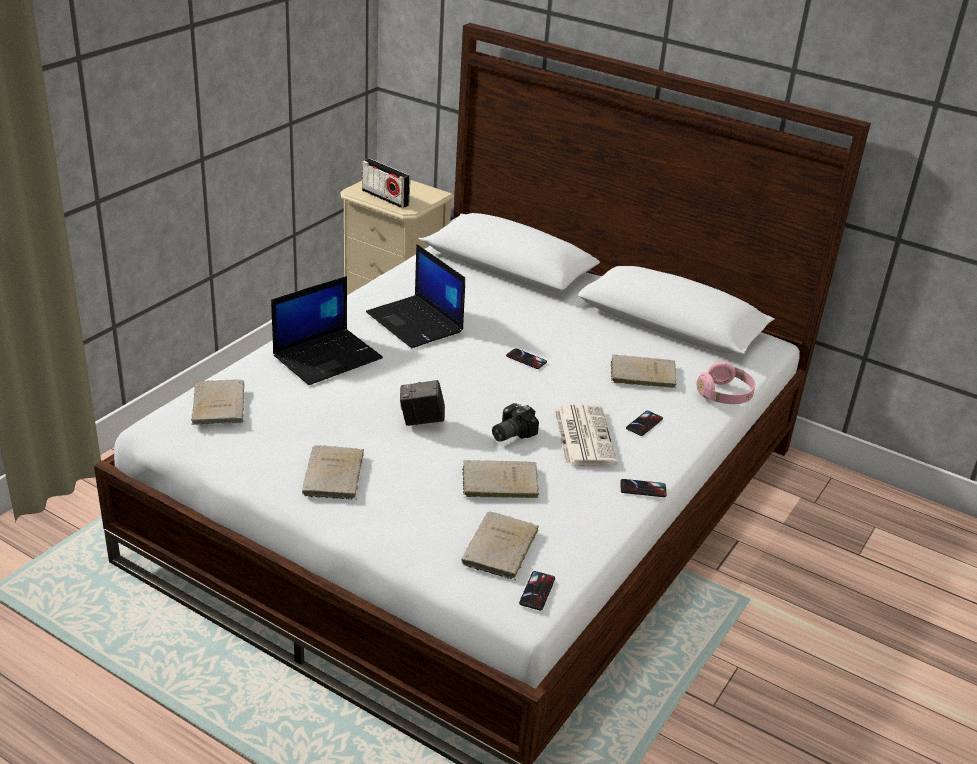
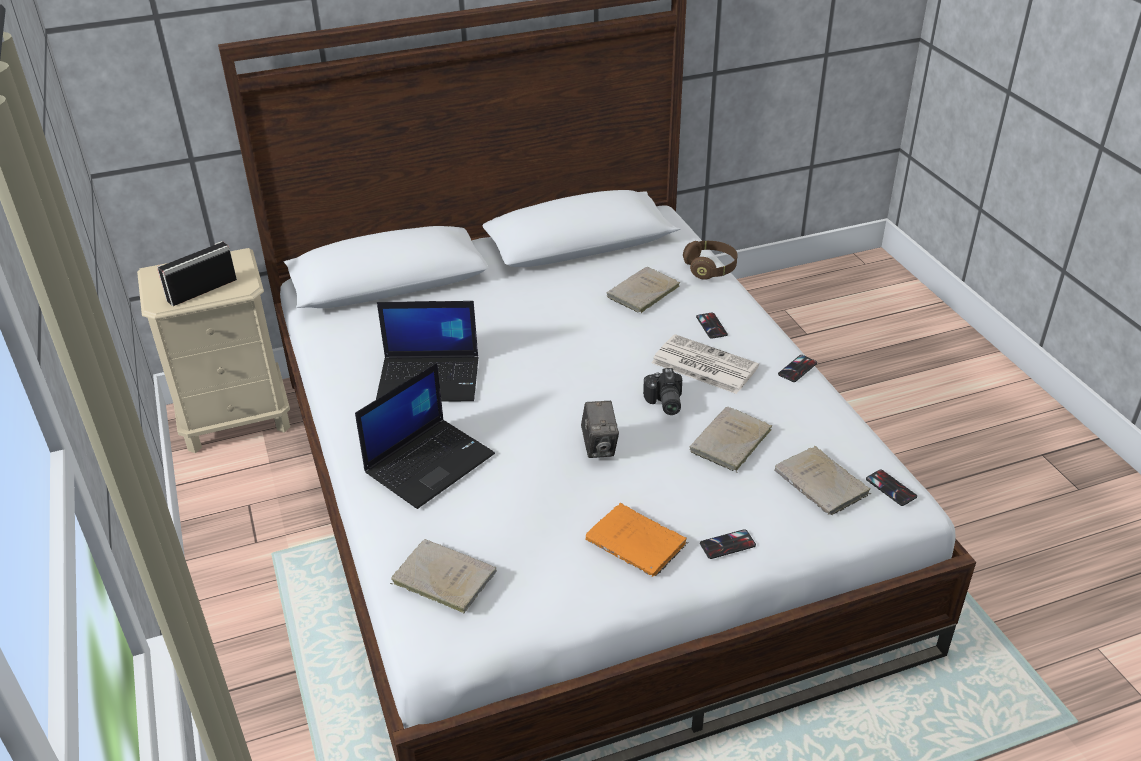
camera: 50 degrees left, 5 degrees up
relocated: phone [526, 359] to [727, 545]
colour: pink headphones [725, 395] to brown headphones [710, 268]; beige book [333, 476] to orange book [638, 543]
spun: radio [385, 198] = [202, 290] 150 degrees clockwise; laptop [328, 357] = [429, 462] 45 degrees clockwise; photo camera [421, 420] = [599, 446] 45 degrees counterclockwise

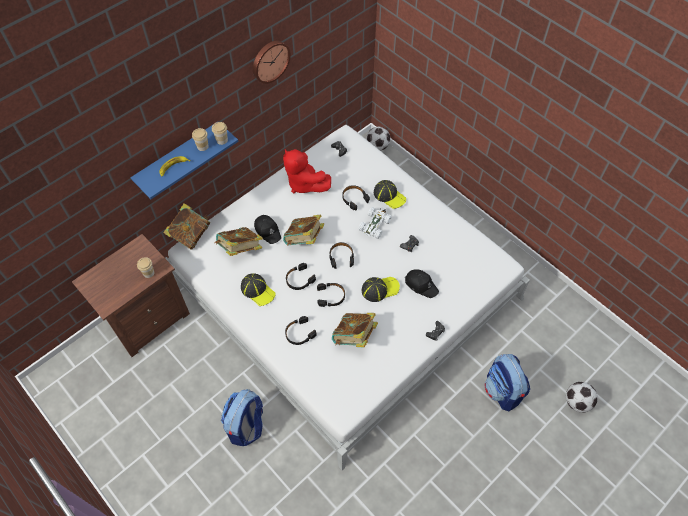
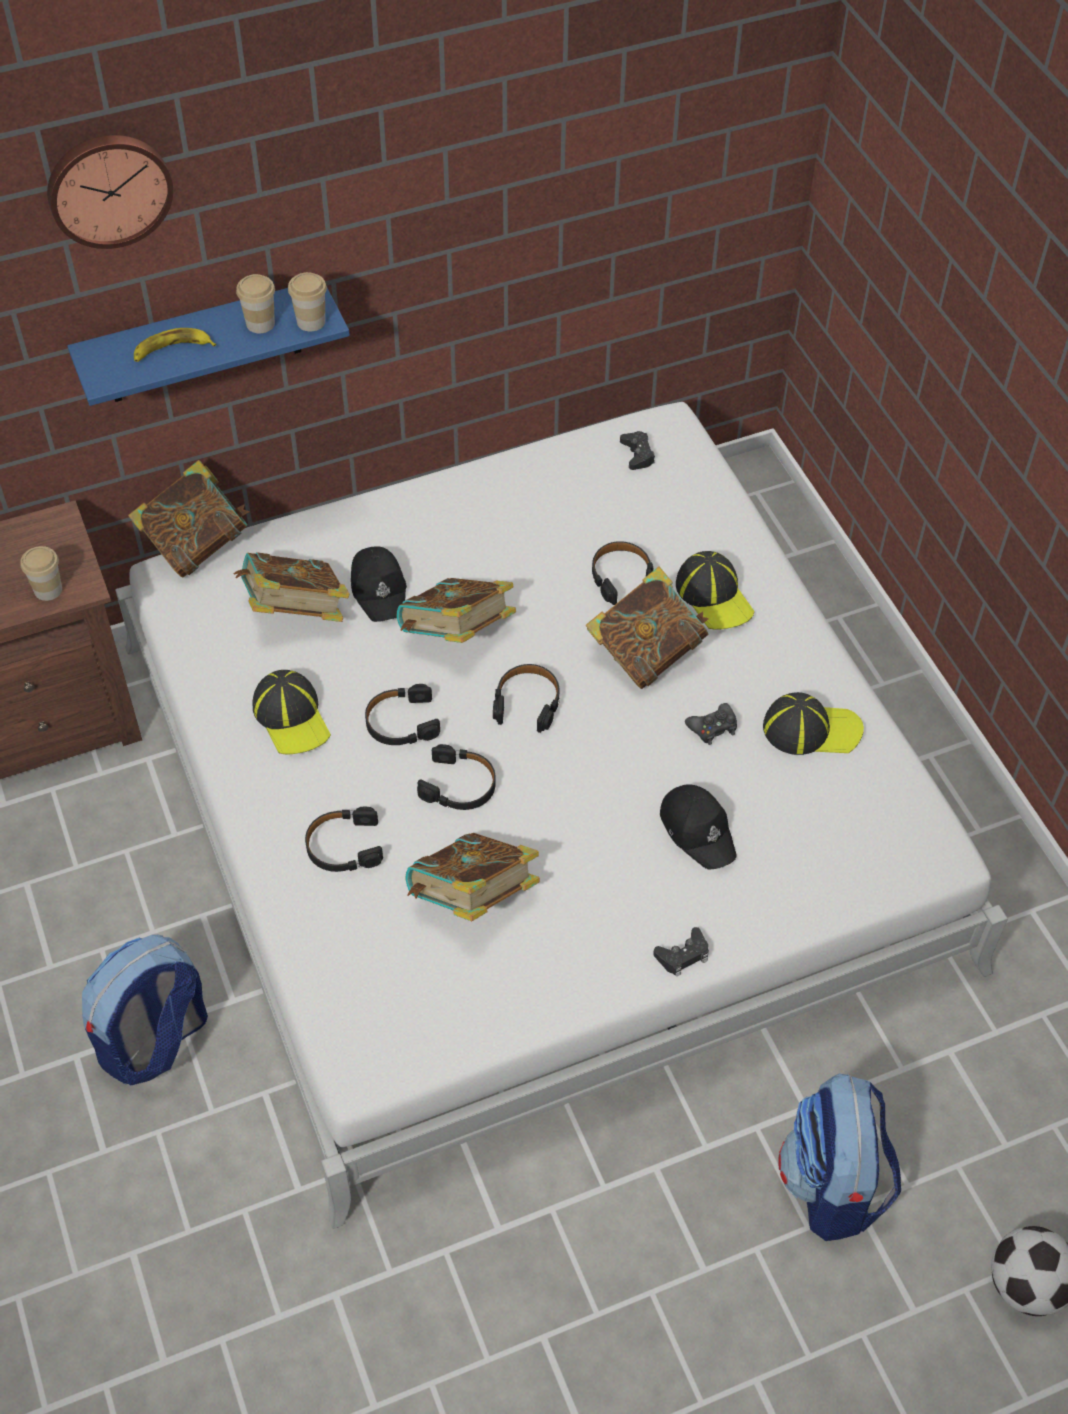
camera: 20 degrees right, 5 degrees down
missing: football [377, 146]; red plush toy [304, 183]
relocated: wall clock [270, 60] to [108, 188]; cap [380, 289] to [811, 729]
exchanged: white toy car [374, 224] to book [646, 653]

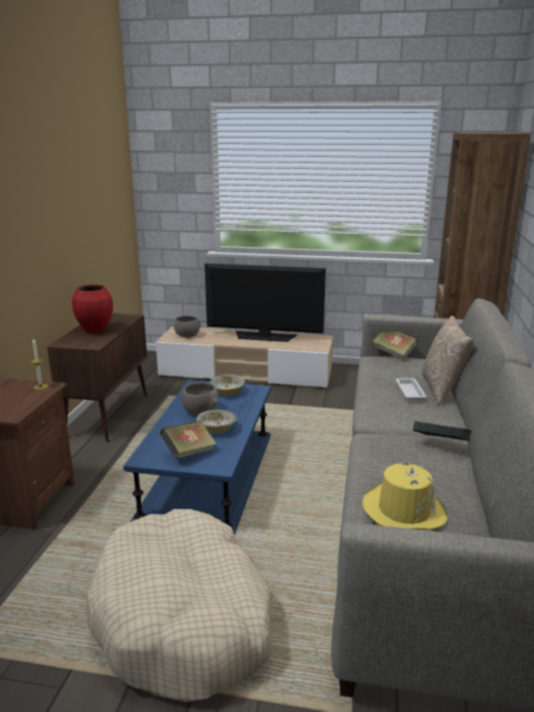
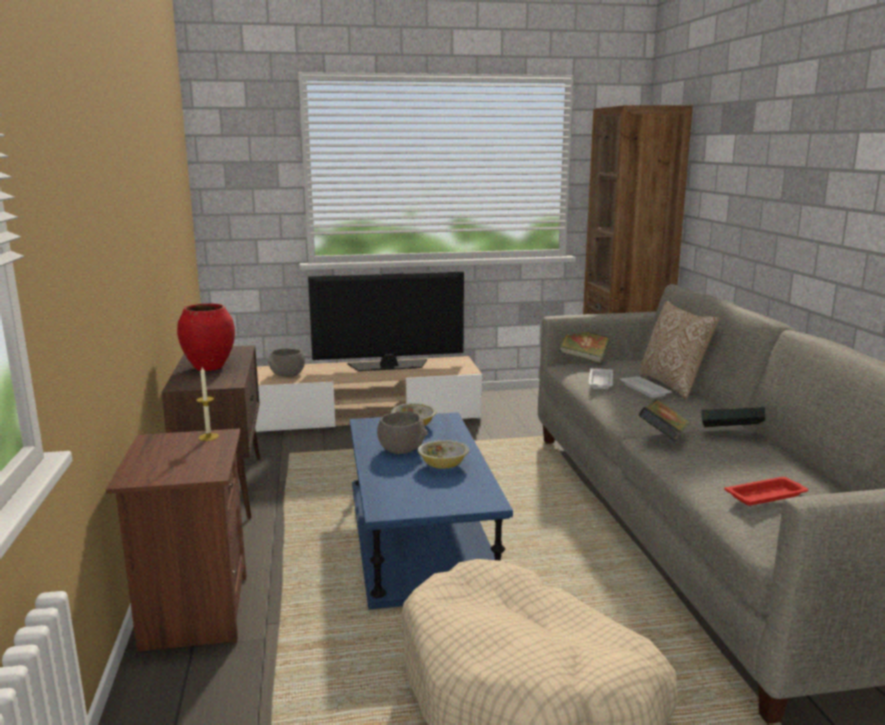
camera: 20 degrees left, 5 degrees down
appeared: white tray [600, 382]
relocated: book [189, 453] to [663, 438]
exchanged: yellow hat [403, 510] to red tray [767, 495]

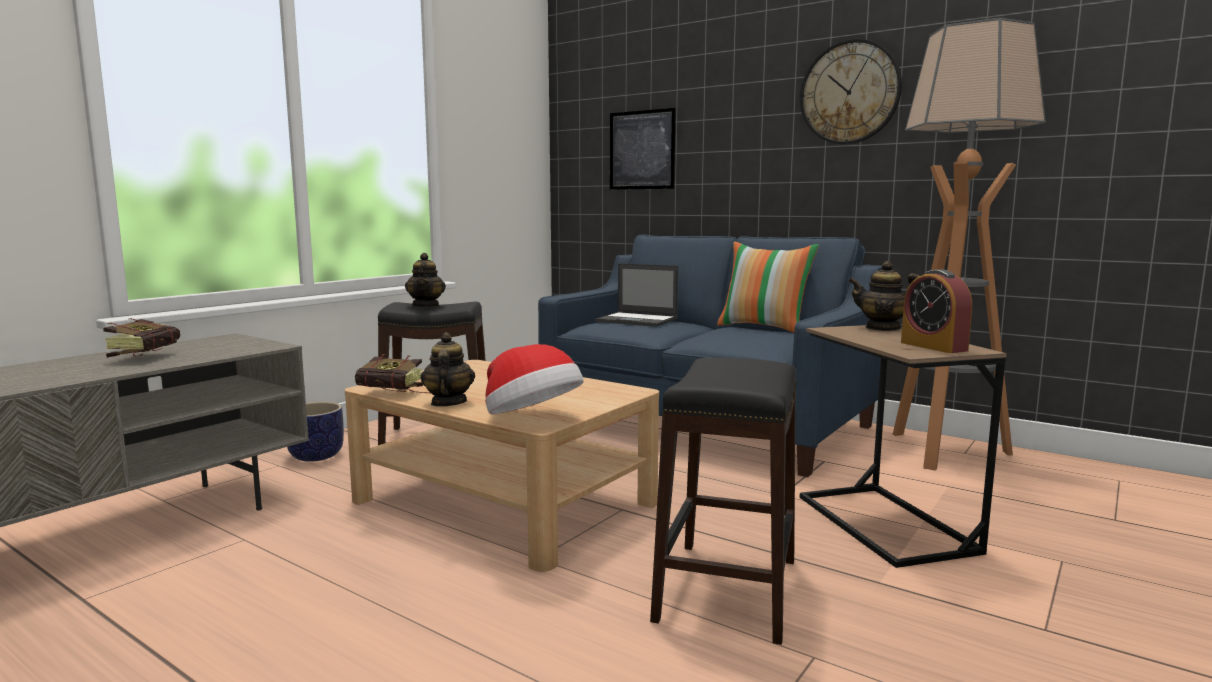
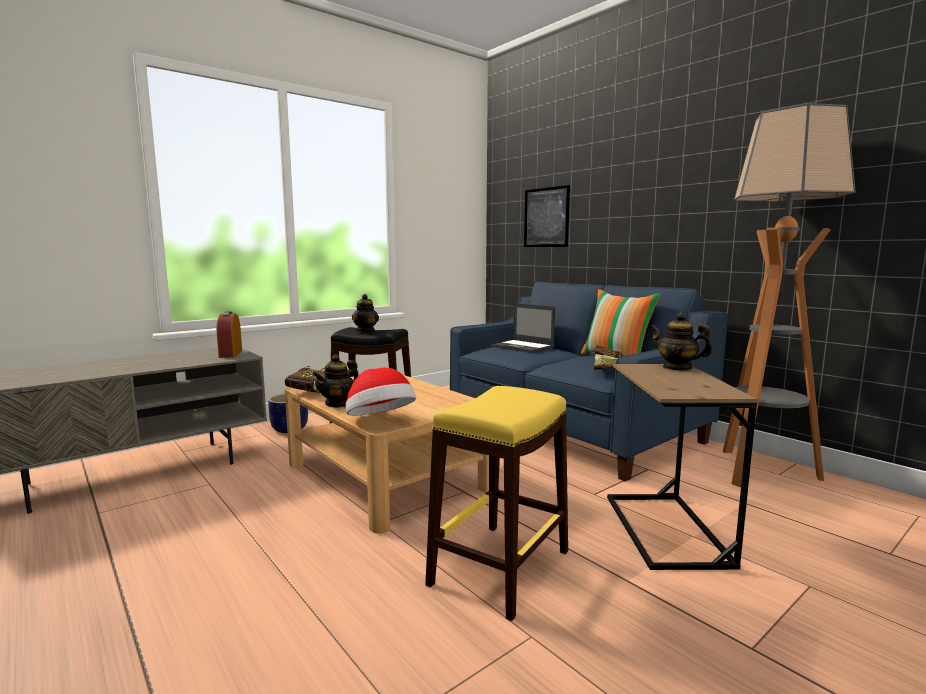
camera: 15 degrees right, 0 degrees up
missing: wall clock [849, 92]
relocated: alarm clock [933, 346] to [230, 354]; book [149, 356] to [607, 369]
colour: black stool [729, 589] to yellow stool [501, 567]
spun: teapot [448, 403] = [338, 404] 150 degrees counterclockwise

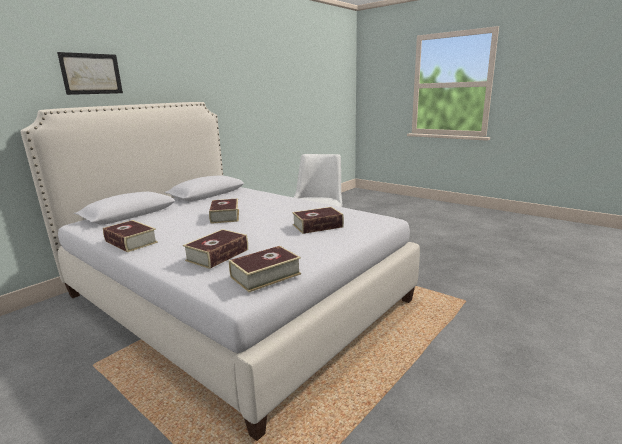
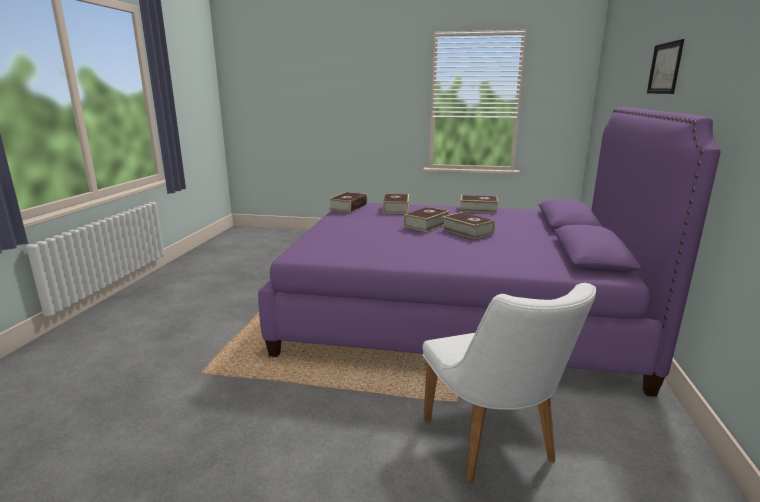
camera: 150 degrees right, 0 degrees up
relocated: book [317, 226] to [426, 225]
colour: white bed [233, 298] to purple bed [455, 315]

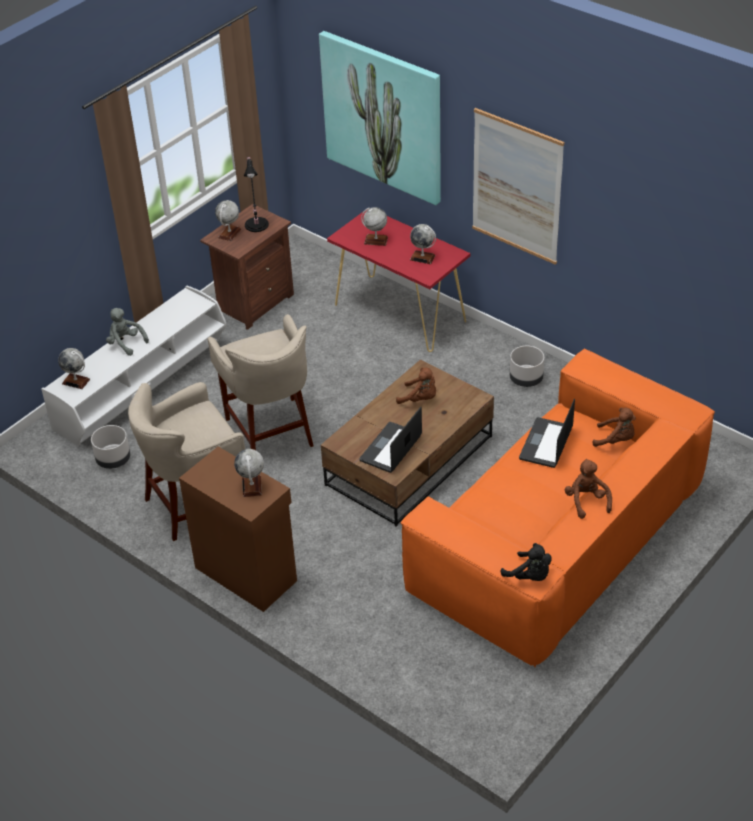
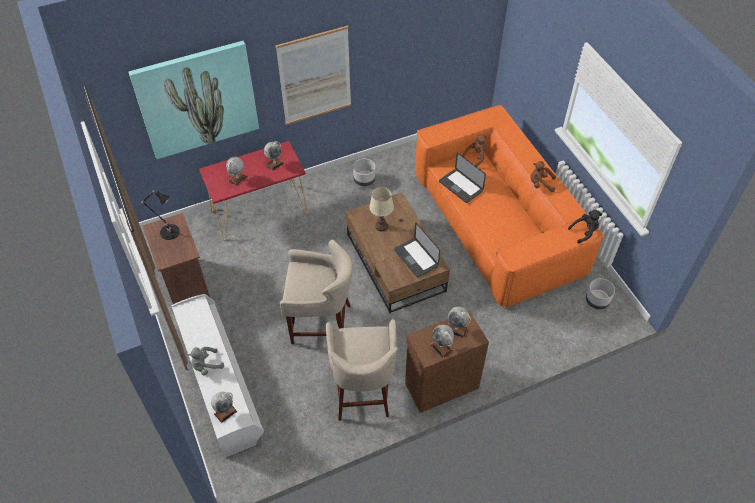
camera: 65 degrees left, 10 degrees up
relocated: globe [229, 233] to [441, 347]; grey planter [113, 460] to [597, 301]
exchanged: brown plush toy [420, 399] to beige table lamp [381, 226]

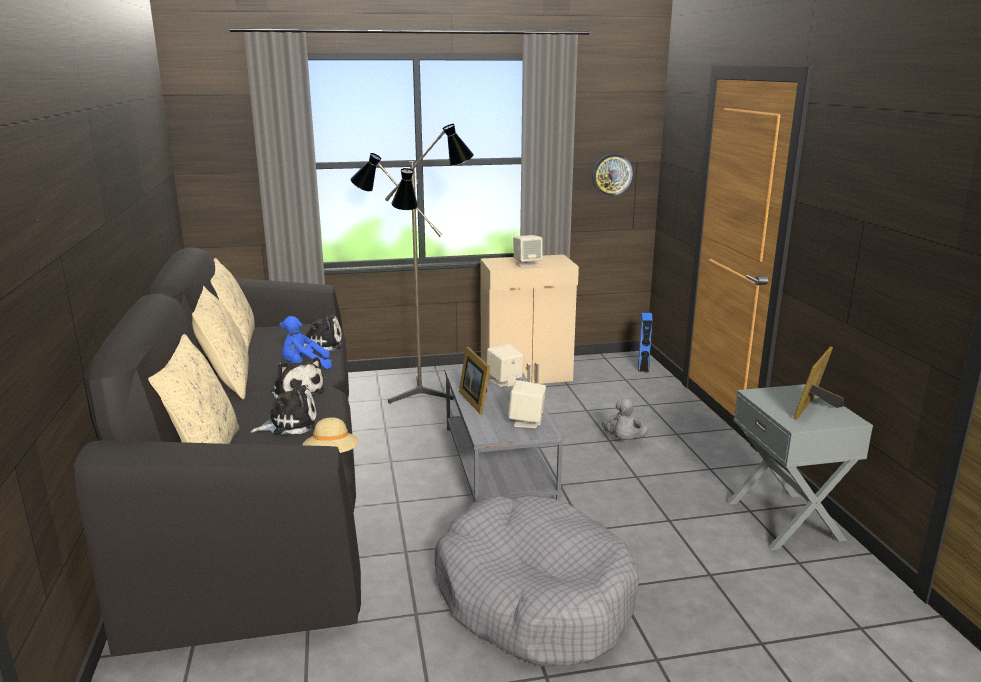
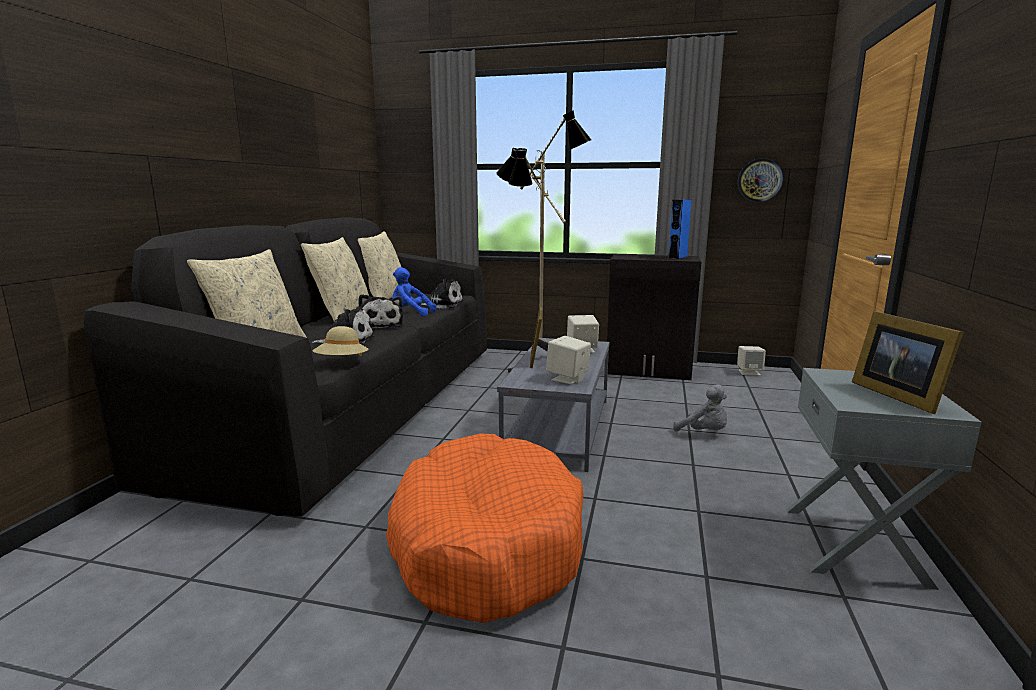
camera: 25 degrees right, 5 degrees down
relocated: beige speaker [527, 264] to [749, 372]; blue speaker [643, 367] to [677, 257]
colour: beige cabinet [527, 376] to black cabinet [648, 371]; grey dog bed [534, 598] to orange dog bed [485, 543]
spun: picture frame [814, 409] = [897, 395] 75 degrees counterclockwise; grey plush toy [623, 440] = [704, 433] 75 degrees counterclockwise

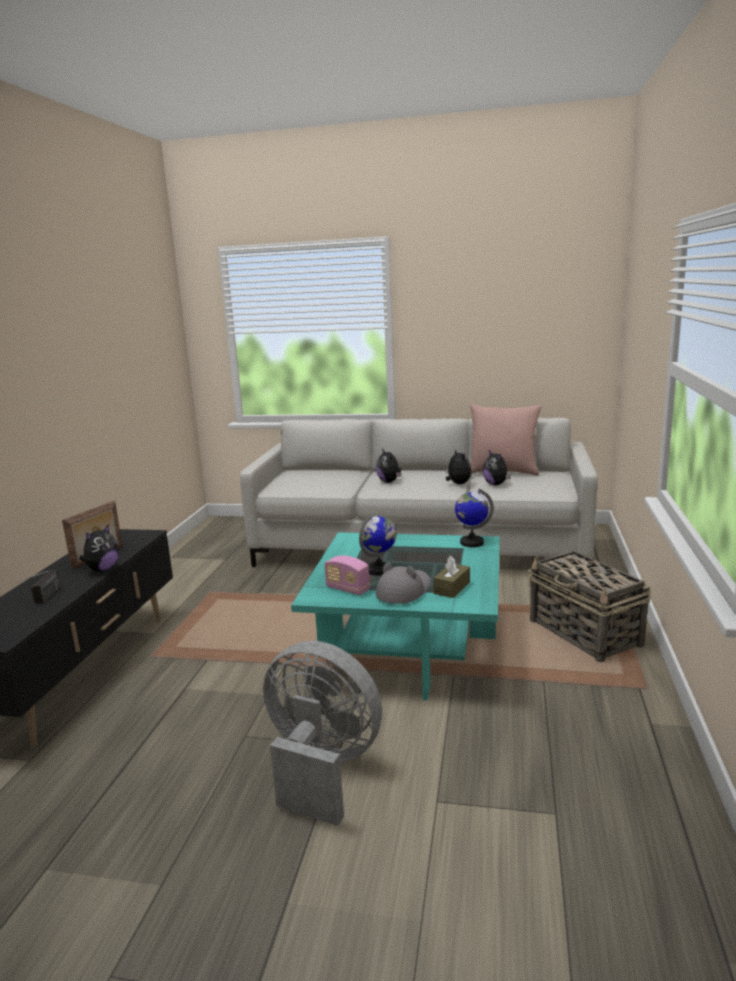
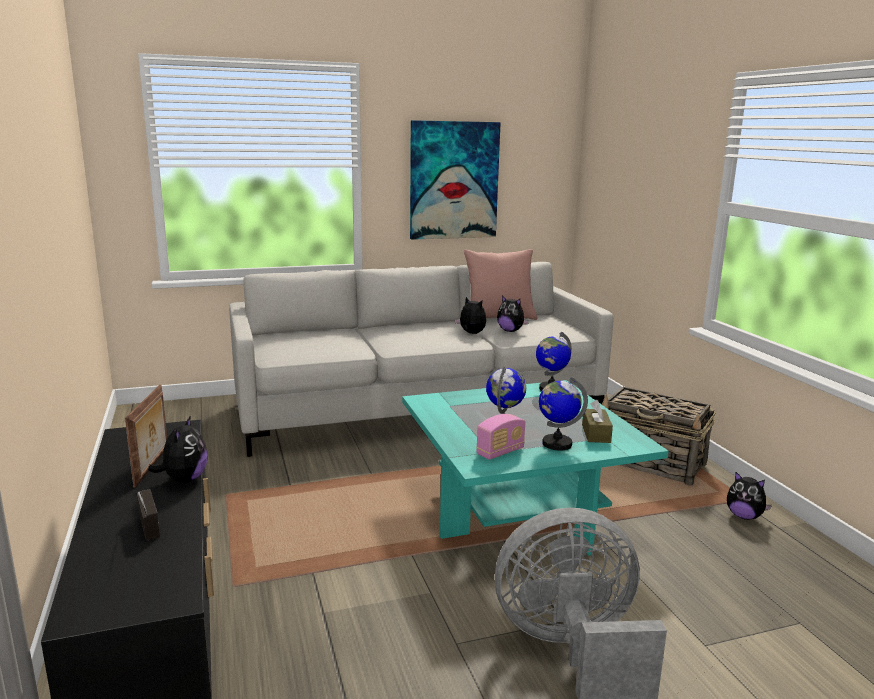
camera: 30 degrees left, 0 degrees up
appeared: picture [454, 180]
relocated: plush toy [389, 481] to [744, 516]
exchanged: grey hat [404, 590] to globe [556, 444]
spun: radio [347, 589] = [500, 452] 45 degrees counterclockwise

